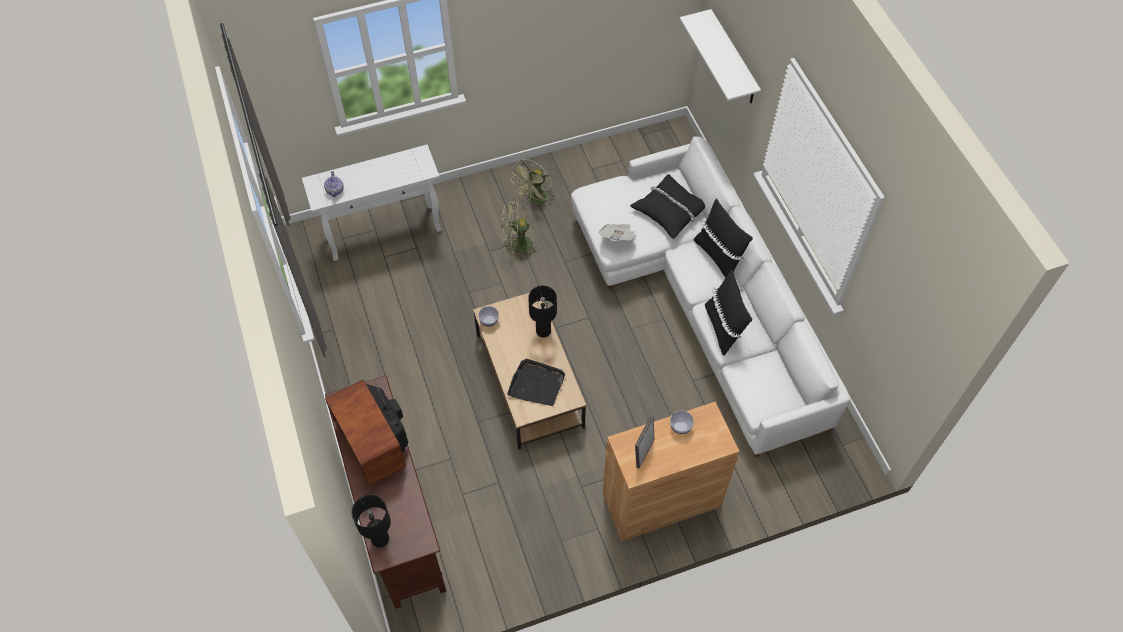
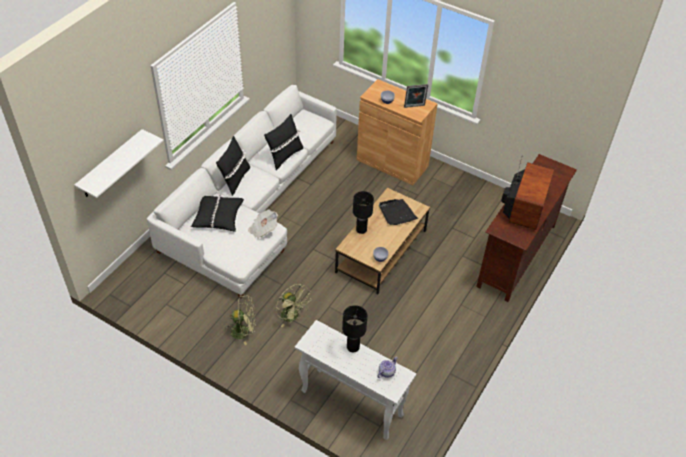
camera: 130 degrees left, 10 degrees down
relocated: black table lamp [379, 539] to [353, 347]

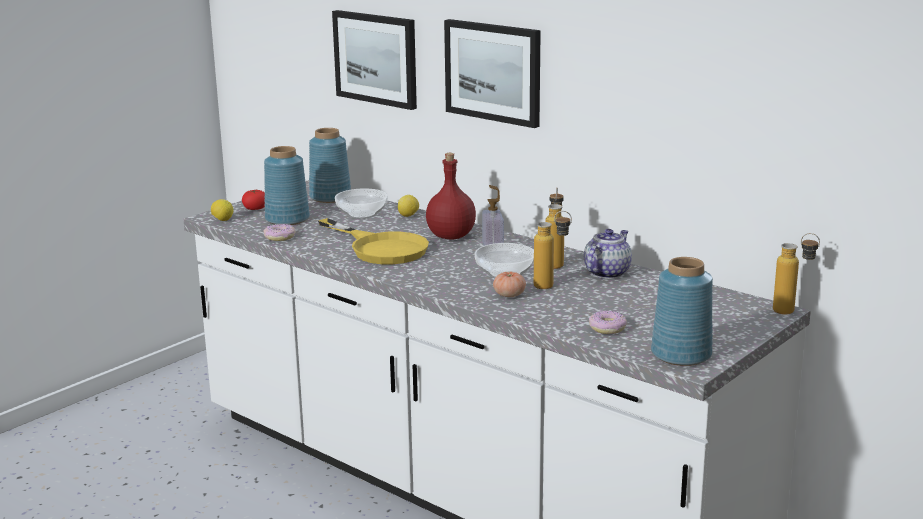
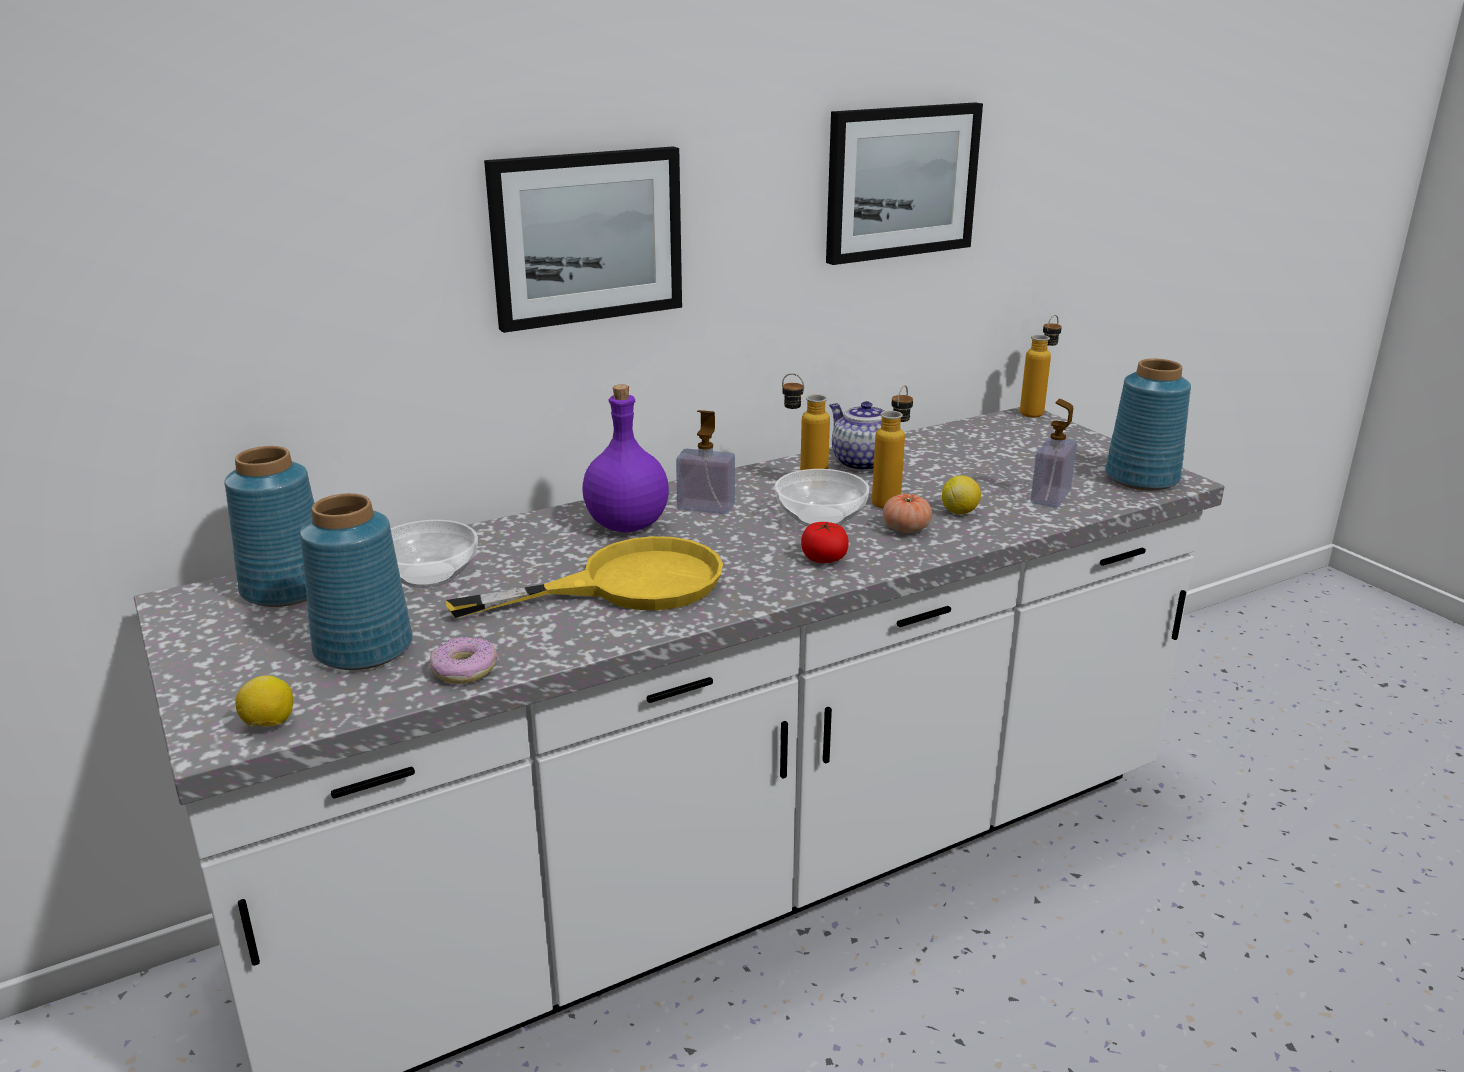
camera: 70 degrees left, 5 degrees up
relocated: picture [376, 58] to [900, 182]; tomato [255, 208] to [824, 558]; lemon [408, 216] to [959, 512]
exchanged: donut [607, 328] to soap dispenser [1050, 497]
colour: red bottle [450, 236] to purple bottle [625, 525]

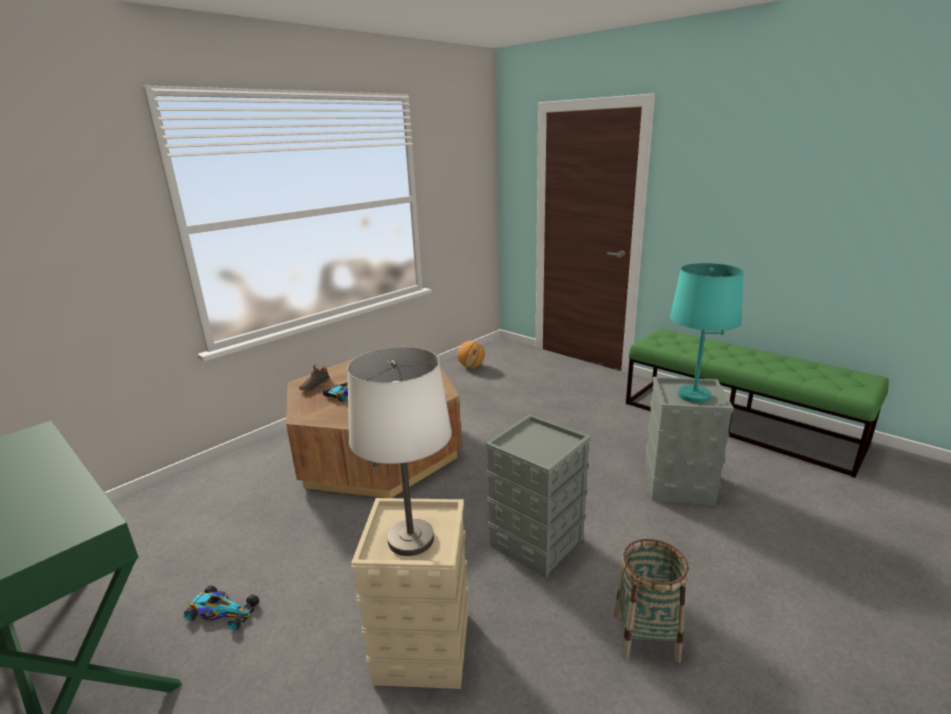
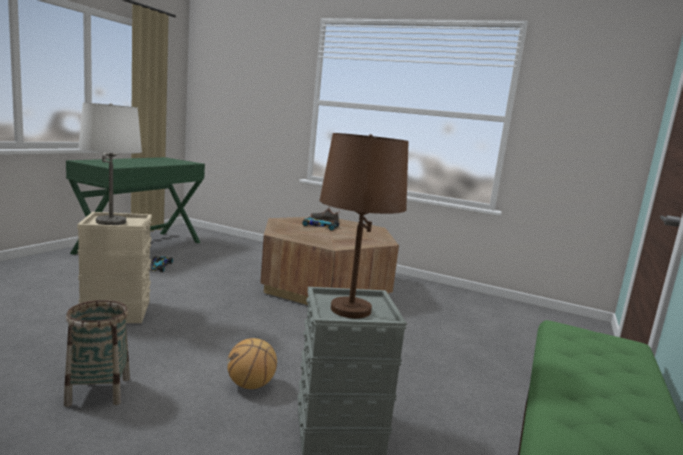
camera: 70 degrees right, 10 degrees down
missing: grey storage box [536, 541]
relocated: basketball [471, 366] to [251, 385]
colour: turquoise table lamp [694, 396] to brown table lamp [350, 310]

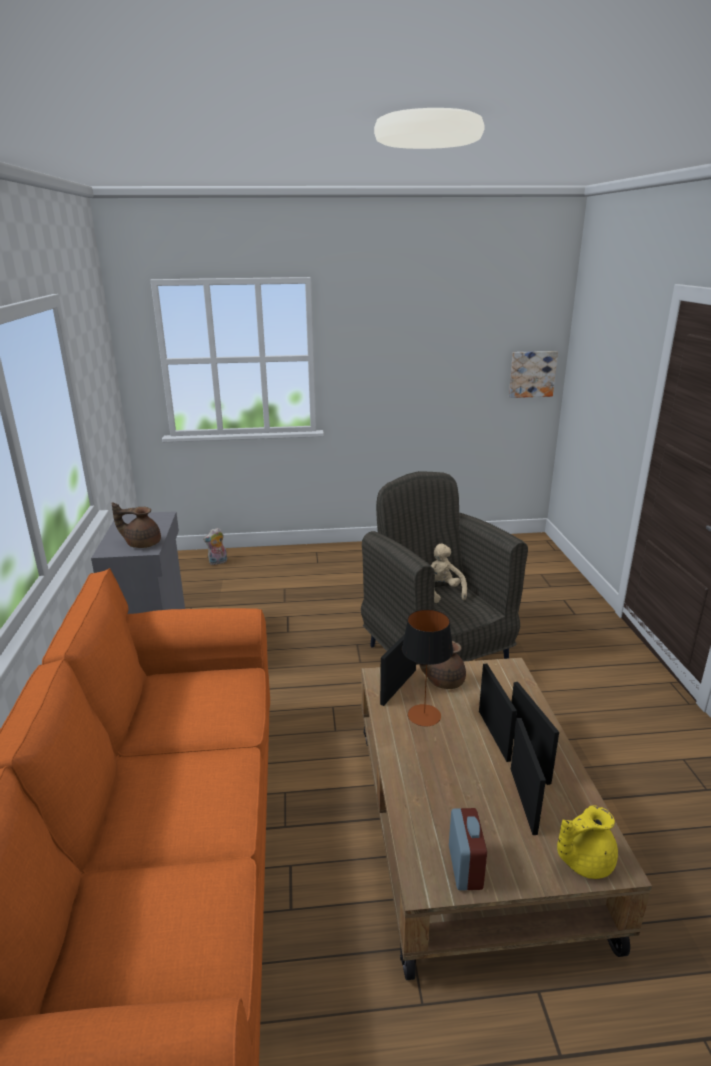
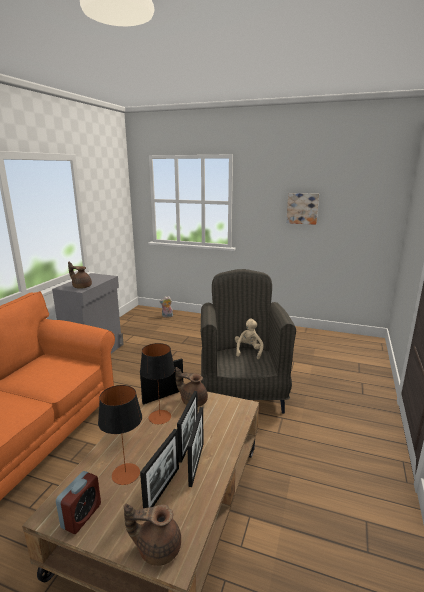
camera: 25 degrees right, 5 degrees down
appeared: table lamp [125, 474]
relocated: picture [532, 374] to [302, 208]
colour: yellow teapot [583, 861] to brown teapot [157, 547]

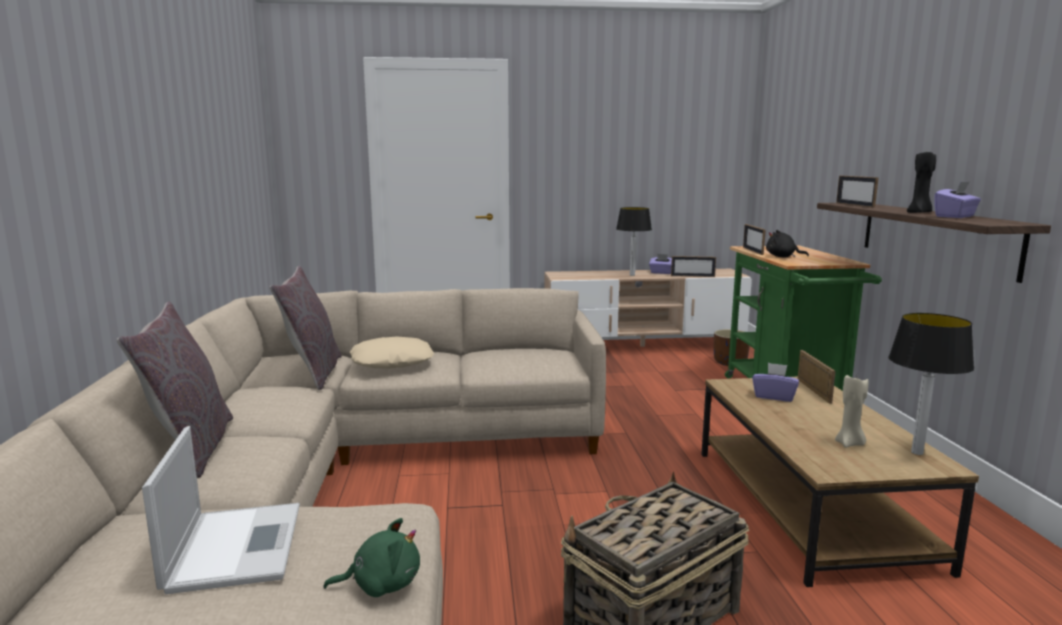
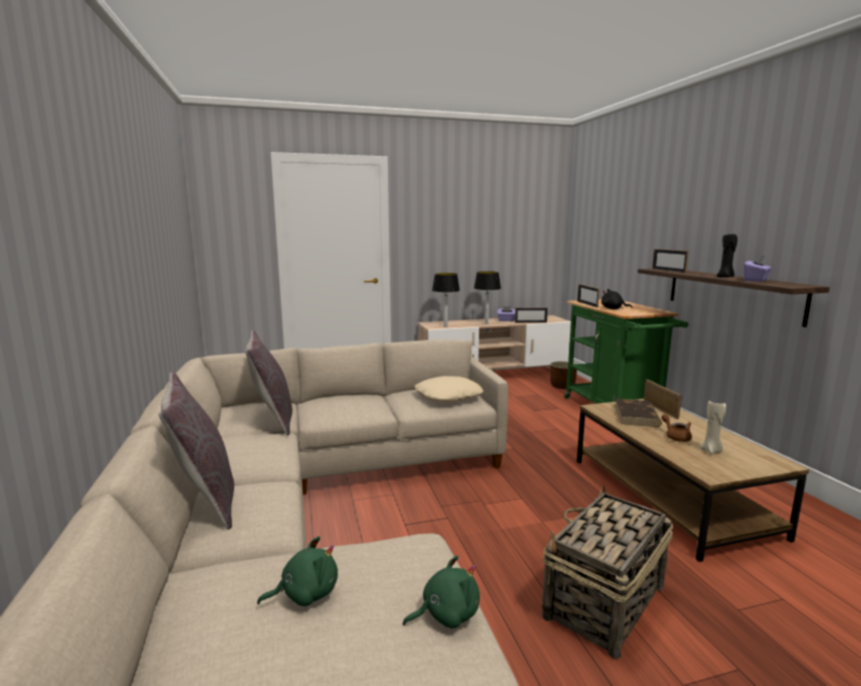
camera: 10 degrees left, 0 degrees up
appeared: brown teapot [676, 436]
relocated: table lamp [917, 453] to [445, 326]; beige pillow [392, 362] to [448, 396]
exchanged: purple tissue box [774, 396] to brown book [636, 416]; laptop [235, 545] to green plush toy [305, 593]

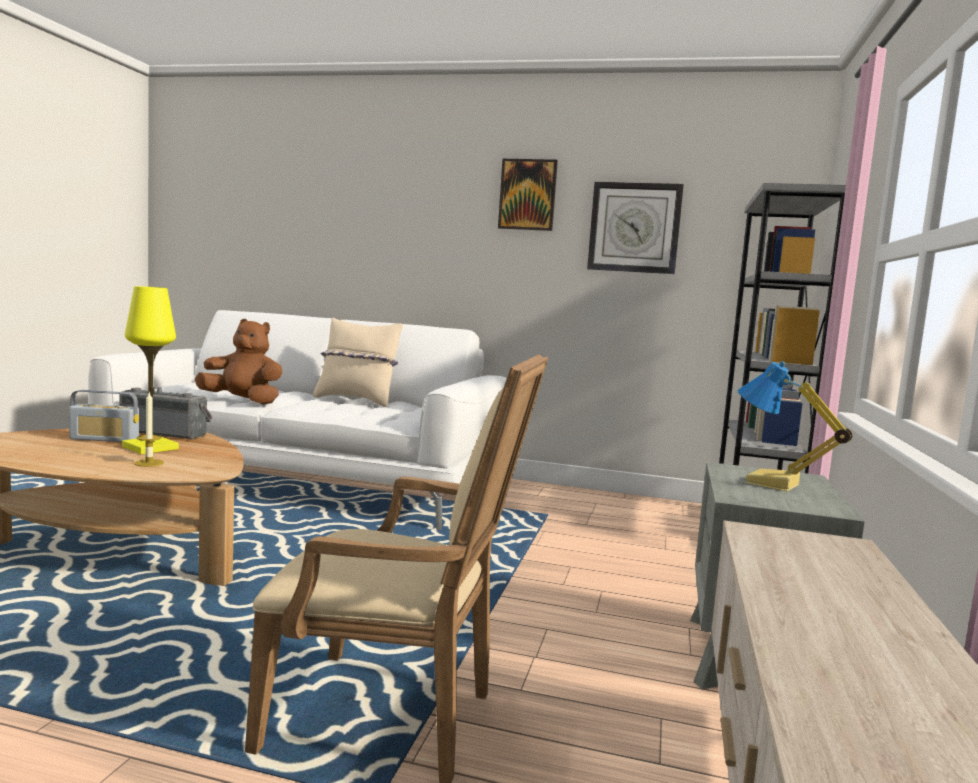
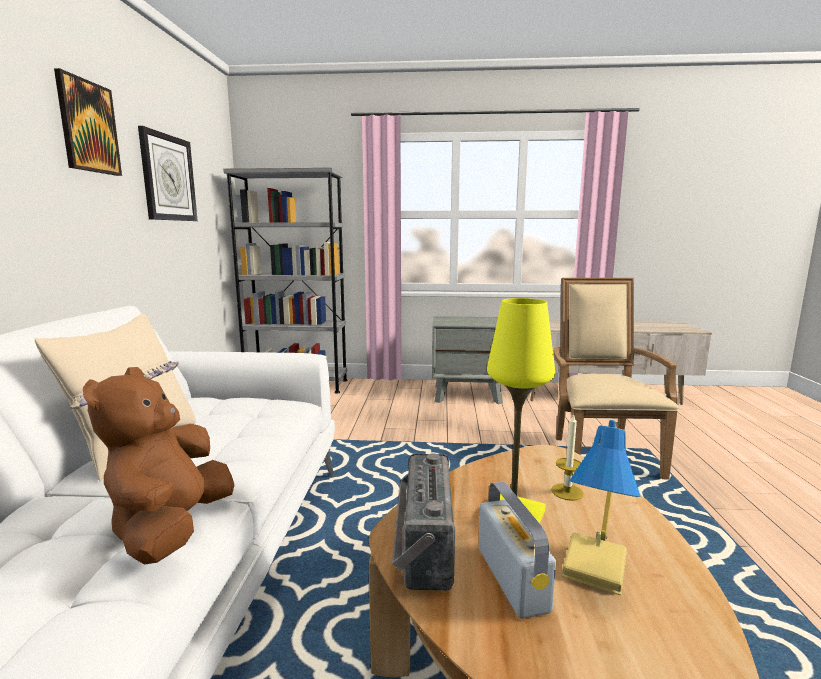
camera: 100 degrees left, 5 degrees up
relocated: table lamp [772, 484] to [597, 569]

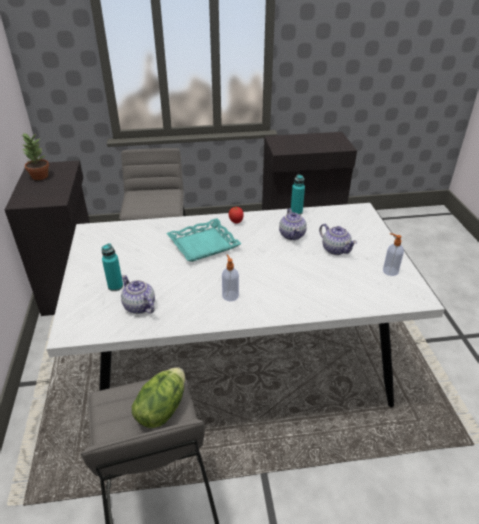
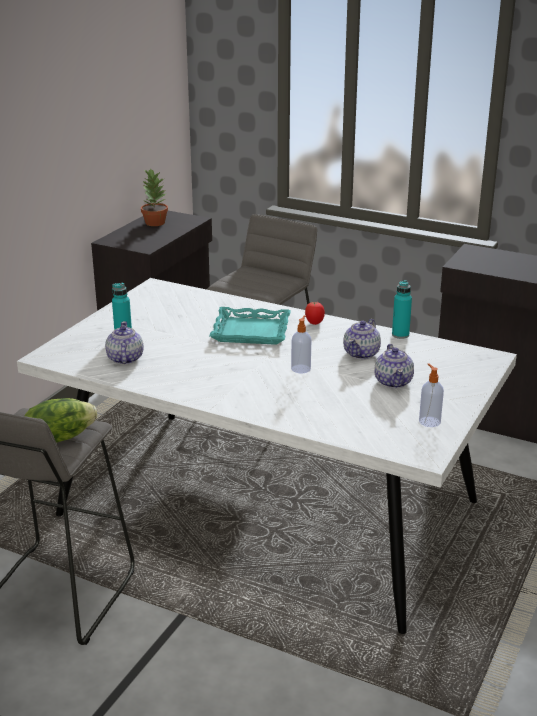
camera: 35 degrees right, 10 degrees down
relocated: soap dispenser [230, 295] to [301, 368]

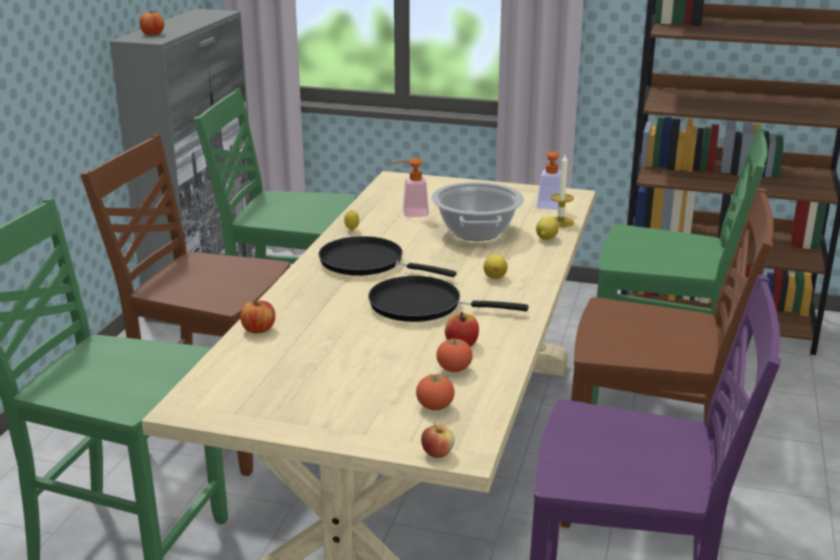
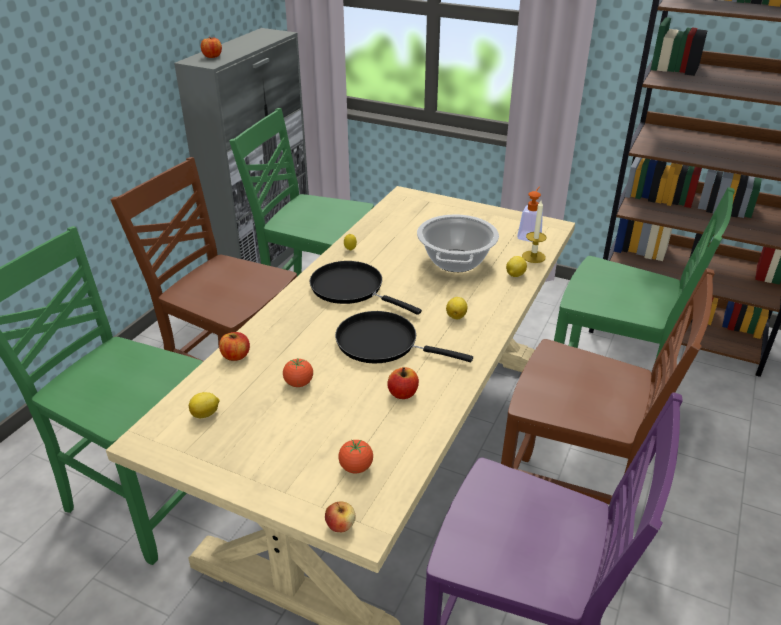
camera: 10 degrees right, 10 degrees up
missing: soap dispenser [410, 213]
appeared: lemon [206, 414]
relocated: tomato [454, 369] to [299, 383]

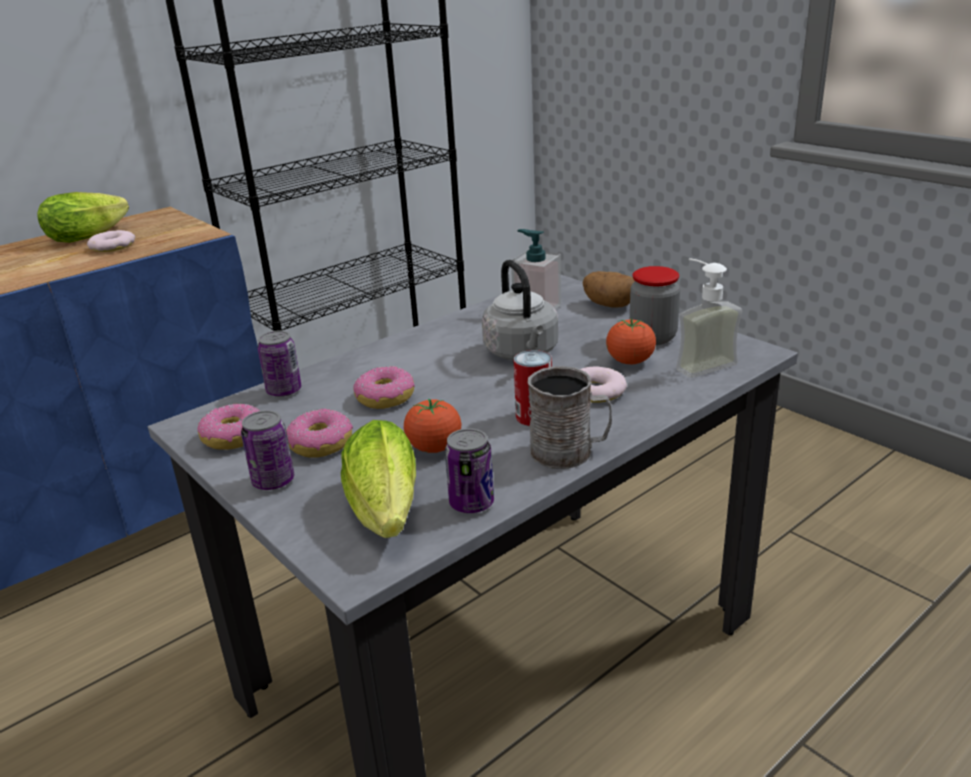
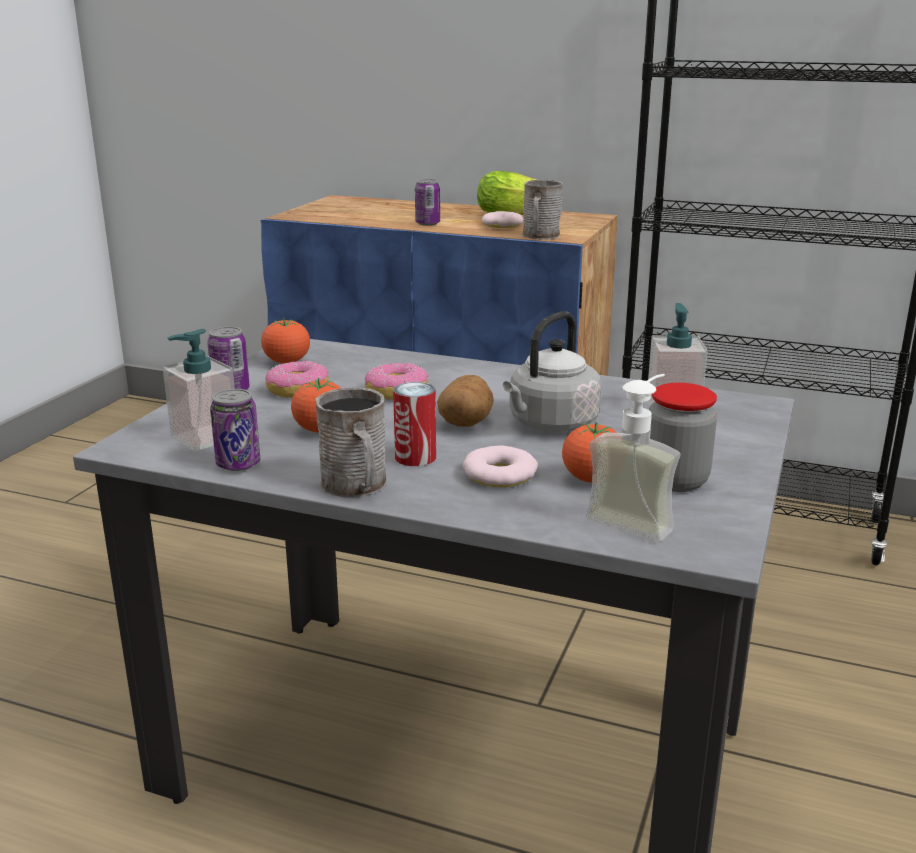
camera: 60 degrees right, 5 degrees down
appeared: grey mug [540, 236]
relocated: potato [609, 305] to [465, 422]; can [284, 391] to [427, 223]
exchanged: donut [233, 437] to tomato [287, 362]; lettuce [385, 514] to soap dispenser [204, 437]

